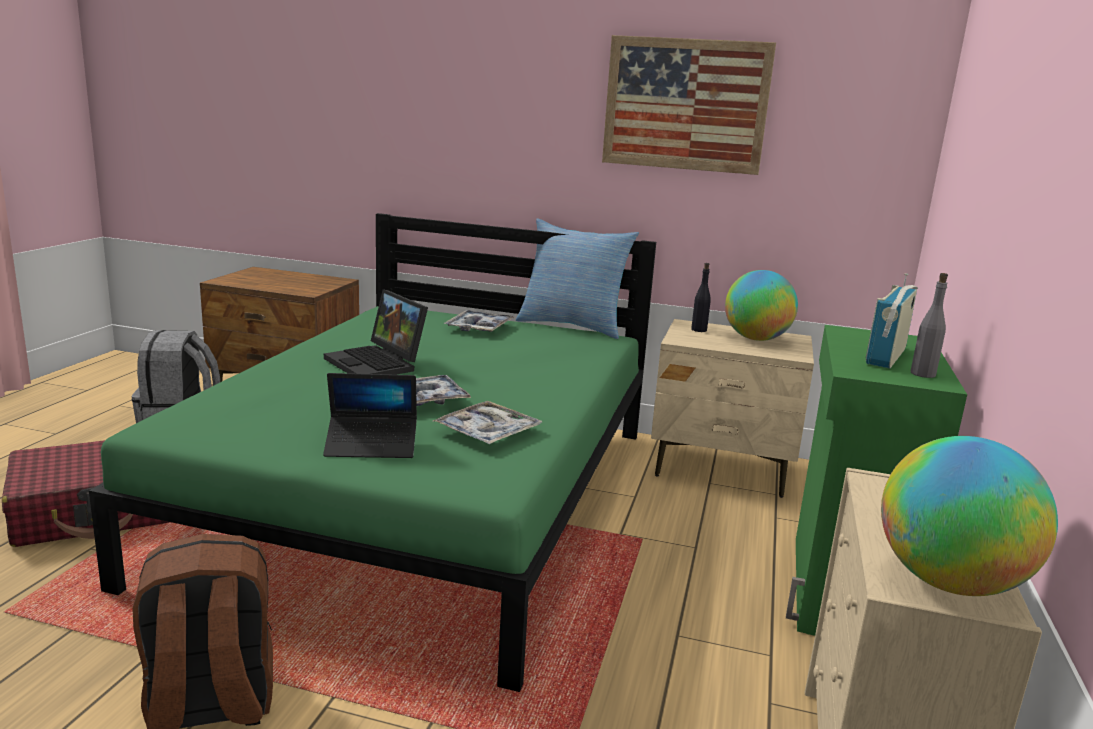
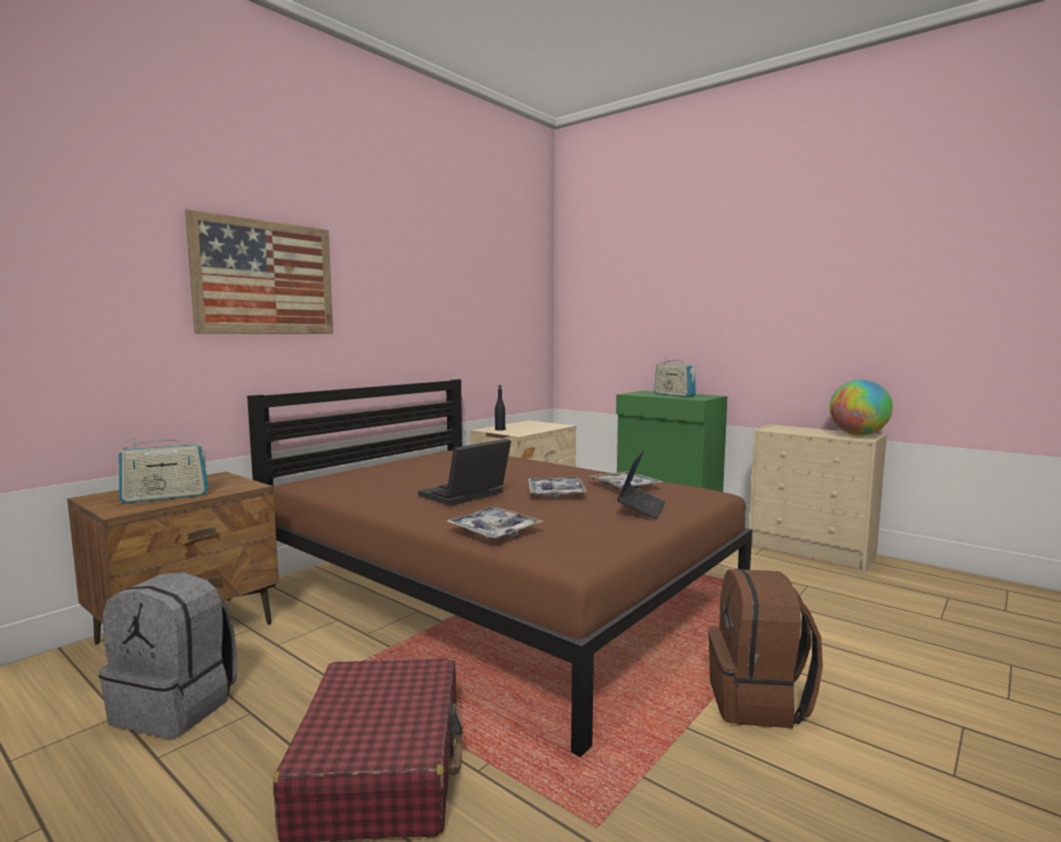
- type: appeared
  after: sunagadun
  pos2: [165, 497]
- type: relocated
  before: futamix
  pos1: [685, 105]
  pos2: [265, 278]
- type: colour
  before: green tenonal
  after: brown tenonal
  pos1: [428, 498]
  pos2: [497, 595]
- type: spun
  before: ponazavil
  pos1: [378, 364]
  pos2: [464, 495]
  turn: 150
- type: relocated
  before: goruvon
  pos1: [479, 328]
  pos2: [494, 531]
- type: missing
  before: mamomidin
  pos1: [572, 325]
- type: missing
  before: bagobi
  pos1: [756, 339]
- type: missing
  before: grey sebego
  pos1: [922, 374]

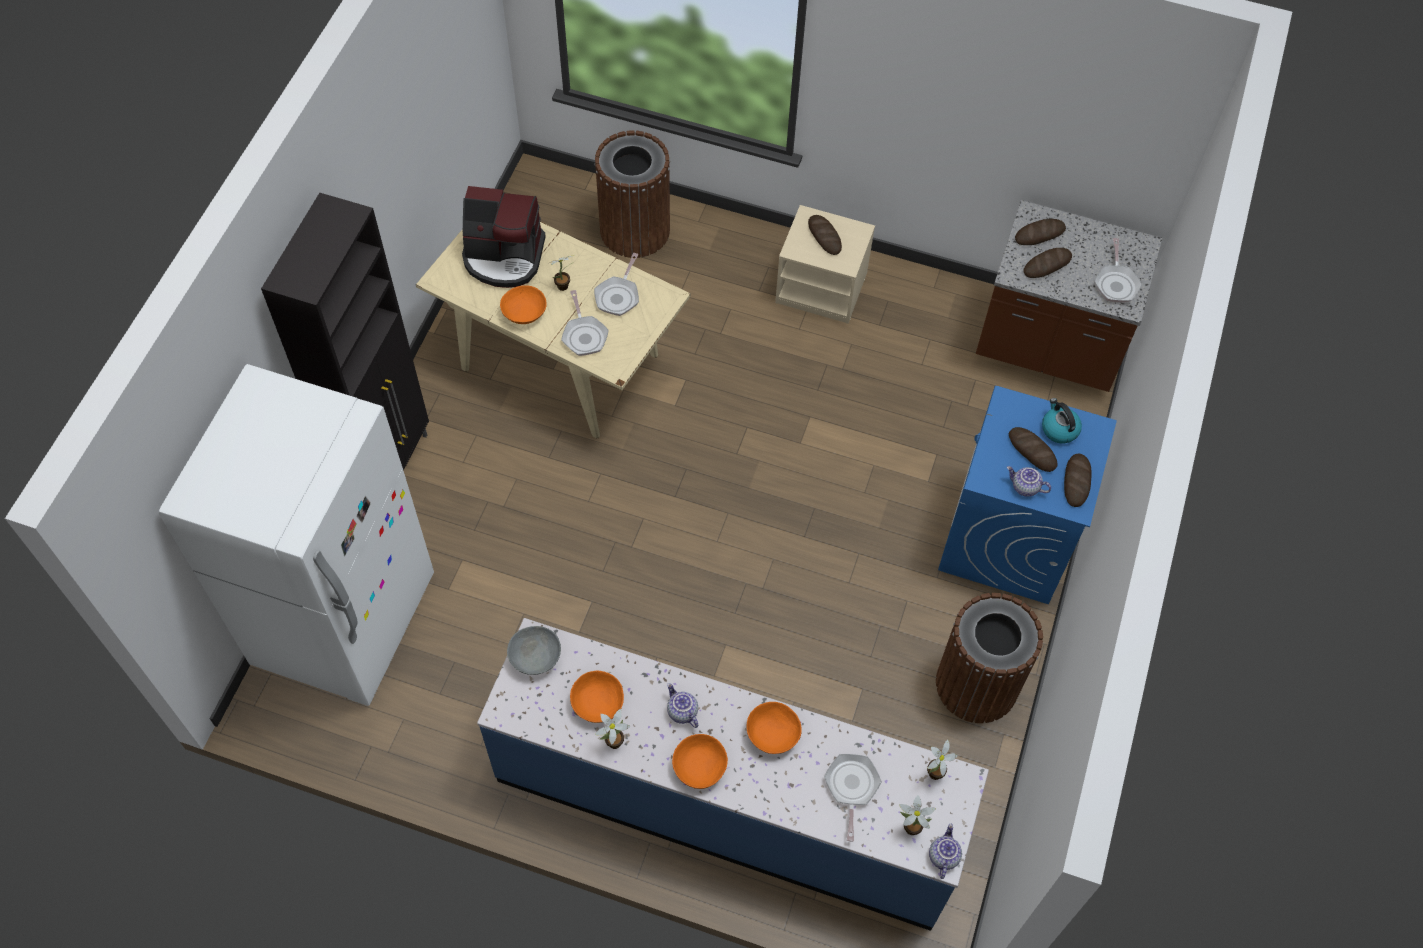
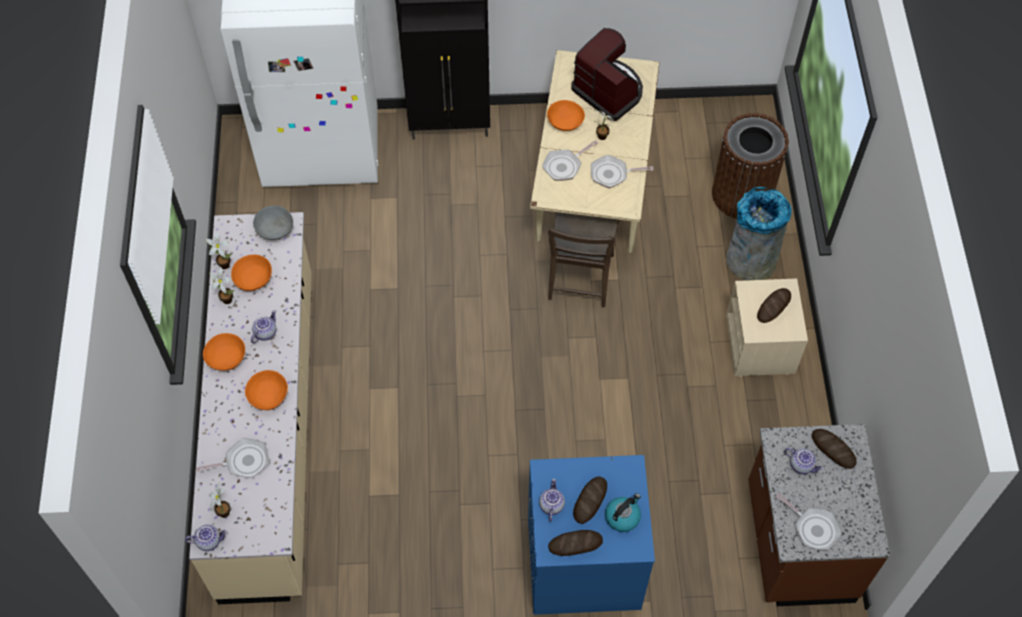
- type: colour
  before: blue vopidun
  after: beige vopidun
  pos1: [727, 804]
  pos2: [271, 432]
- type: relocated
  before: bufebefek
  pos1: [933, 774]
  pos2: [223, 264]
- type: appeared
  after: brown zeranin
  pos2: [579, 281]
- type: spun
  before: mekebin
  pos1: [504, 257]
  pos2: [609, 91]
  turn: 150
- type: appeared
  after: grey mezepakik
  pos2: [750, 260]
- type: spun
  before: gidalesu
  pos1: [1116, 283]
  pos2: [813, 528]
  turn: -120
- type: exchanged
  before: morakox
  after: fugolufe
  pos1: [1047, 265]
  pos2: [802, 465]
- type: missing
  before: brown mezepakik
  pos1: [976, 684]

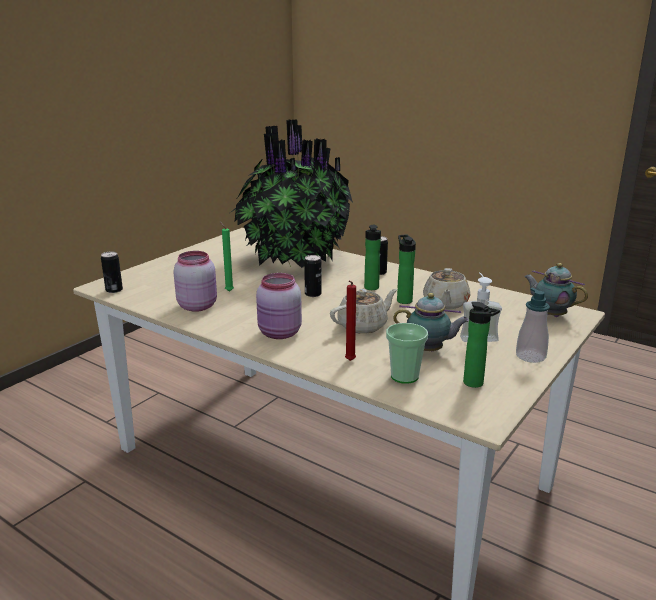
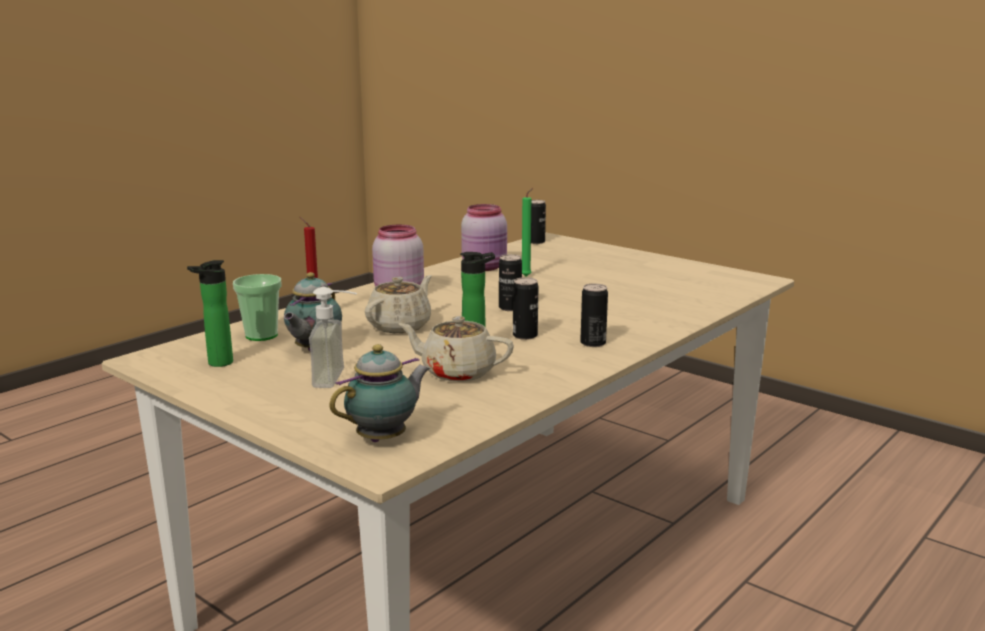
- type: spun
  before: beige fugolufe
  pos1: [363, 326]
  pos2: [400, 326]
  turn: -120
- type: exchanged
  before: sebego
  after: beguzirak
  pos1: [371, 288]
  pos2: [525, 336]
- type: missing
  before: bufebefek
  pos1: [292, 260]
- type: missing
  before: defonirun
  pos1: [530, 356]

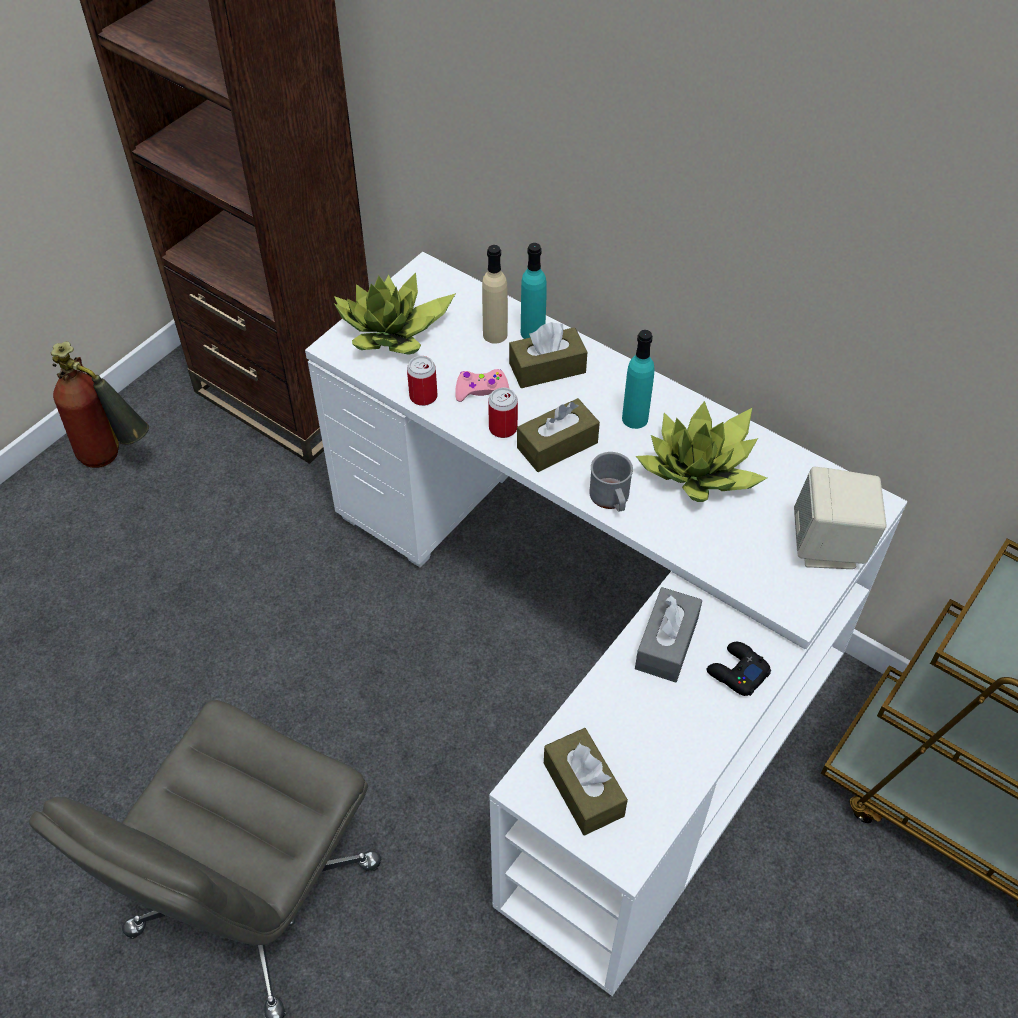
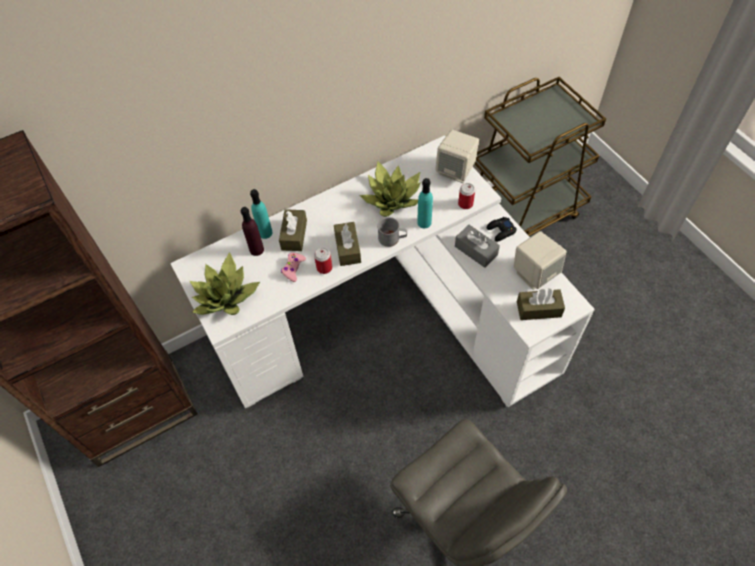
- type: colour
  before: beige sebego
  after: purple sebego
  pos1: [495, 334]
  pos2: [256, 249]
- type: relocated
  before: turquoise sebego
  pos1: [635, 418]
  pos2: [424, 222]
- type: relocated
  before: beguzirak
  pos1: [423, 396]
  pos2: [465, 204]
- type: appeared
  after: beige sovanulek
  pos2: [534, 273]
- type: missing
  before: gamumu
  pos1: [115, 459]

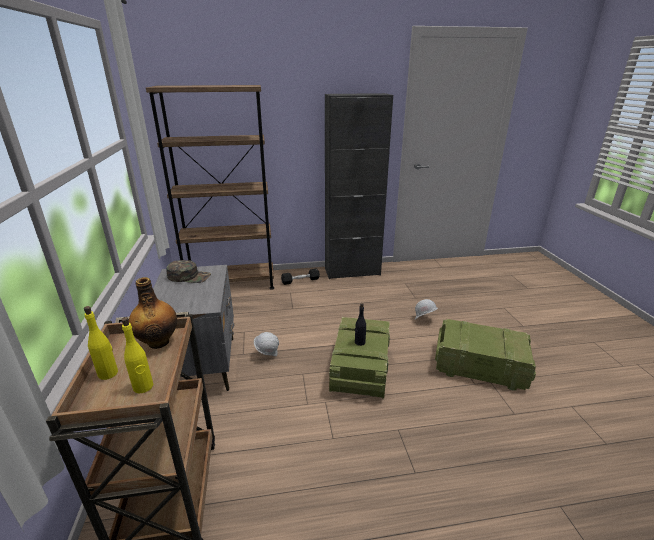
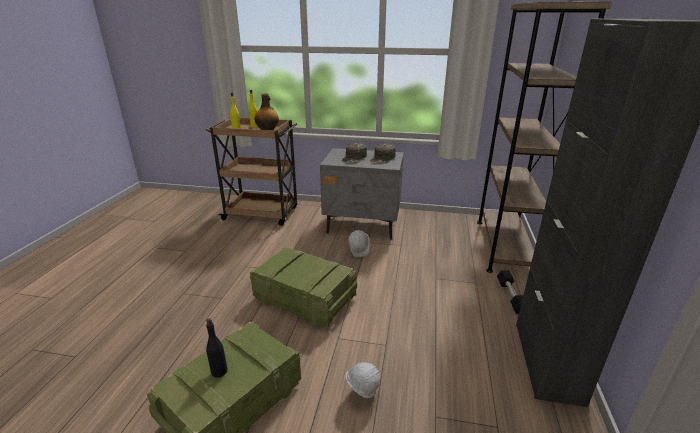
- type: relocated
  before: black sebego
  pos1: [359, 342]
  pos2: [219, 371]
- type: appeared
  after: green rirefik
  pos2: [354, 158]

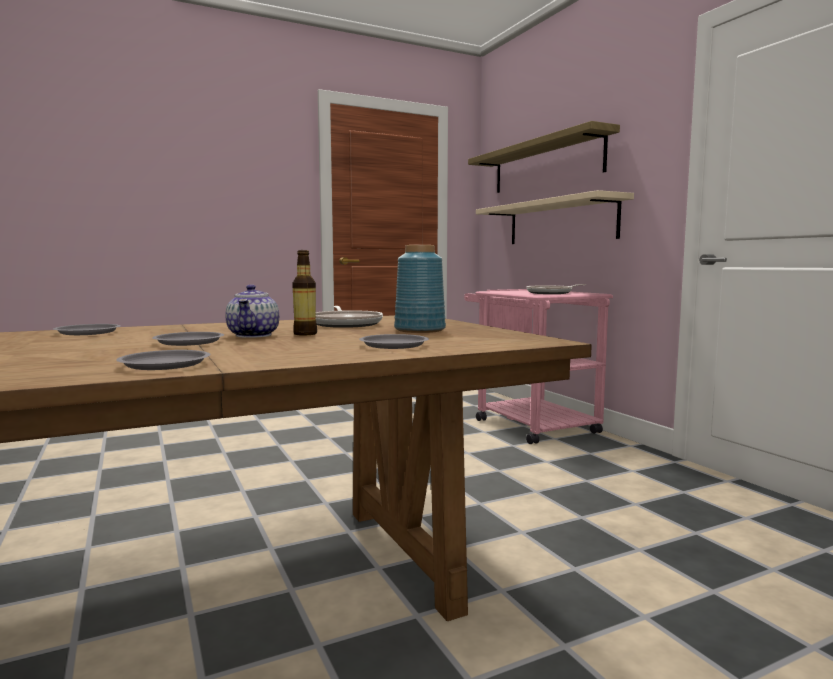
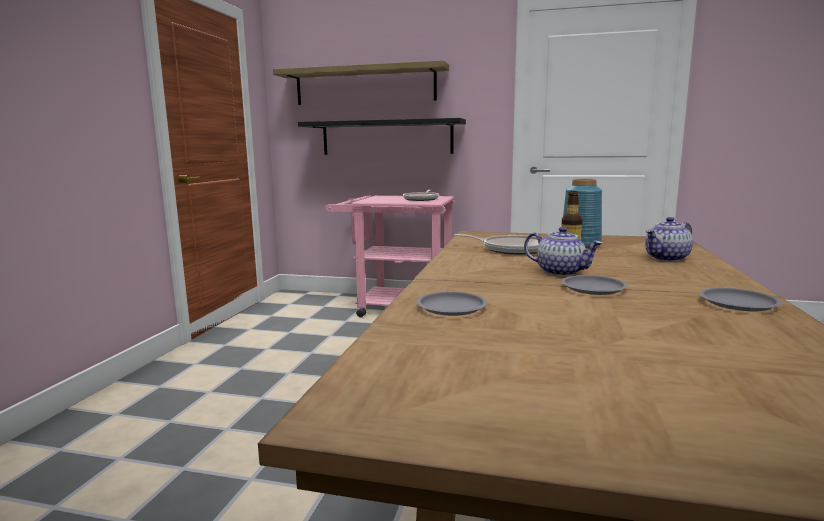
- type: colour
  before: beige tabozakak
  after: black tabozakak
  pos1: [560, 222]
  pos2: [386, 137]
- type: exchanged
  before: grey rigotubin
  after: fugolufe
  pos1: [394, 345]
  pos2: [667, 258]

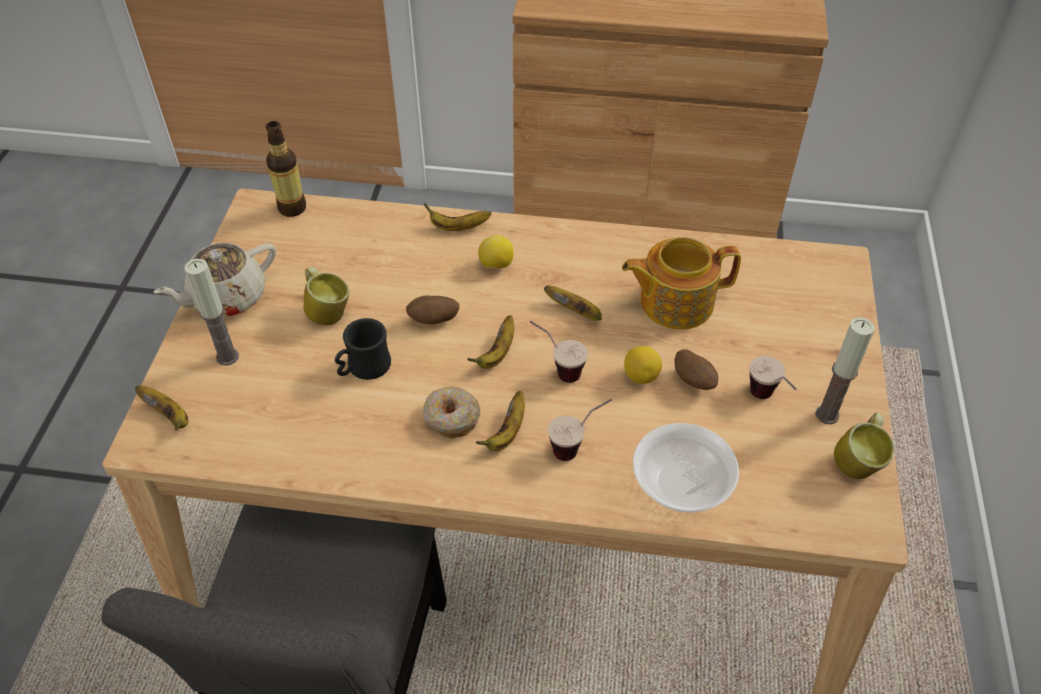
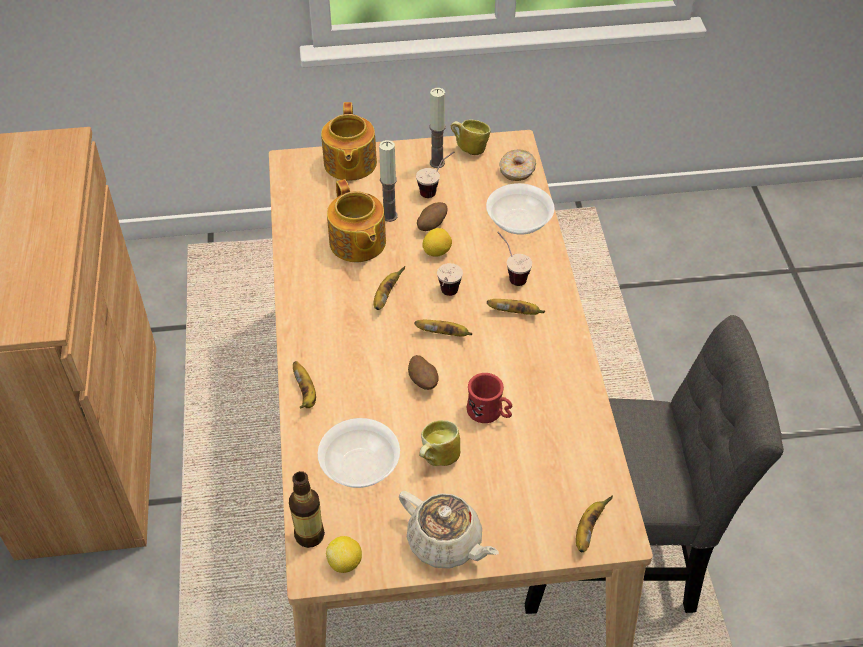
- type: appeared
  after: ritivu
  pos2: [360, 466]
- type: appeared
  after: fugolufe
  pos2: [349, 164]
- type: relocated
  before: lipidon
  pos1: [496, 265]
  pos2: [345, 562]
- type: relocated
  before: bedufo
  pos1: [227, 357]
  pos2: [389, 216]
- type: colour
  before: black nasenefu
  after: red nasenefu
  pos1: [363, 368]
  pos2: [489, 413]
- type: relocated
  before: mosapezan
  pos1: [451, 418]
  pos2: [517, 171]

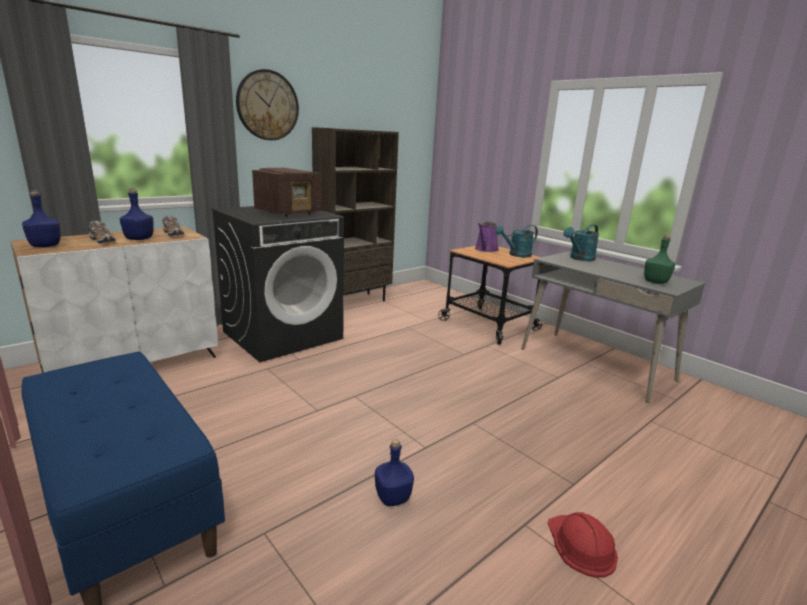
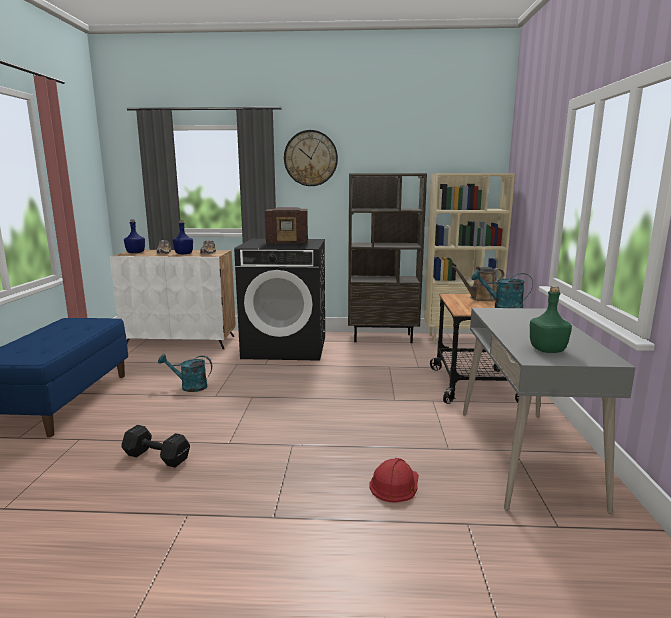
- type: exchanged
  before: blue sebego
  after: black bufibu
  pos1: [392, 497]
  pos2: [156, 457]
- type: relocated
  before: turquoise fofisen
  pos1: [579, 258]
  pos2: [189, 387]
- type: relocated
  before: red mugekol
  pos1: [580, 545]
  pos2: [395, 484]
- type: appeared
  after: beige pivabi
  pos2: [460, 339]
- type: colour
  before: purple fofisen
  after: brown fofisen
  pos1: [485, 250]
  pos2: [481, 298]

